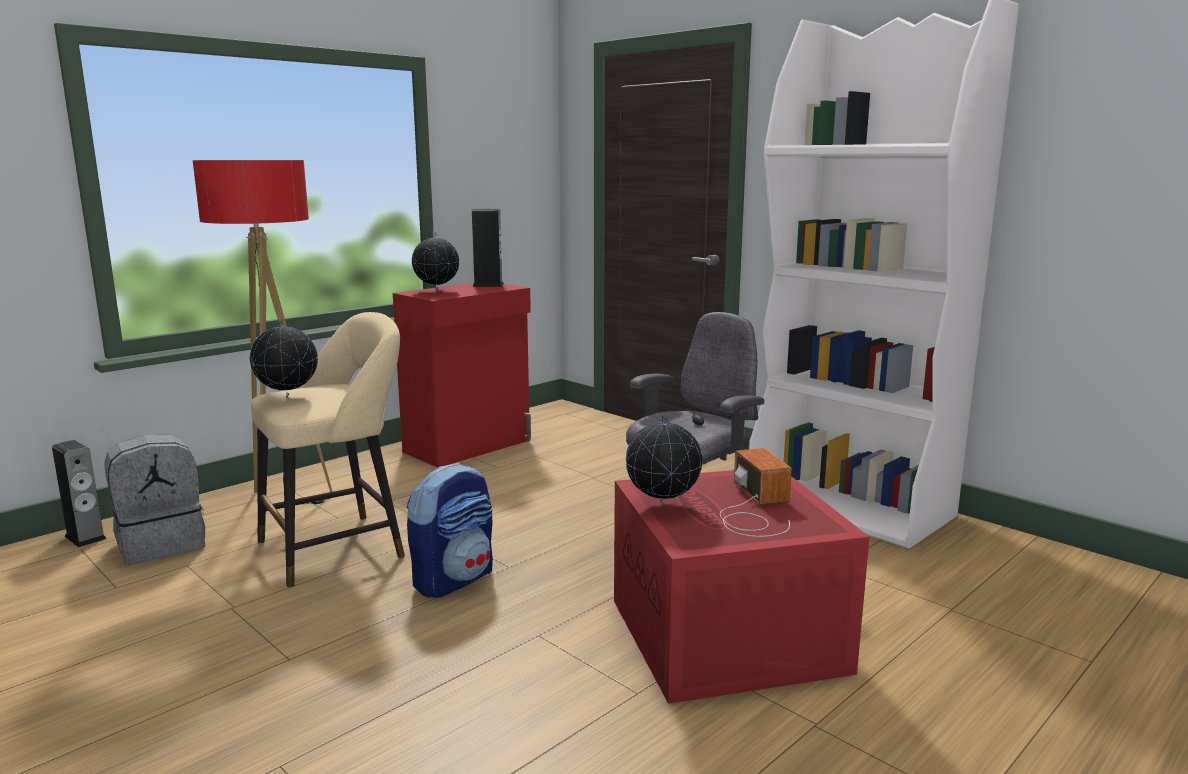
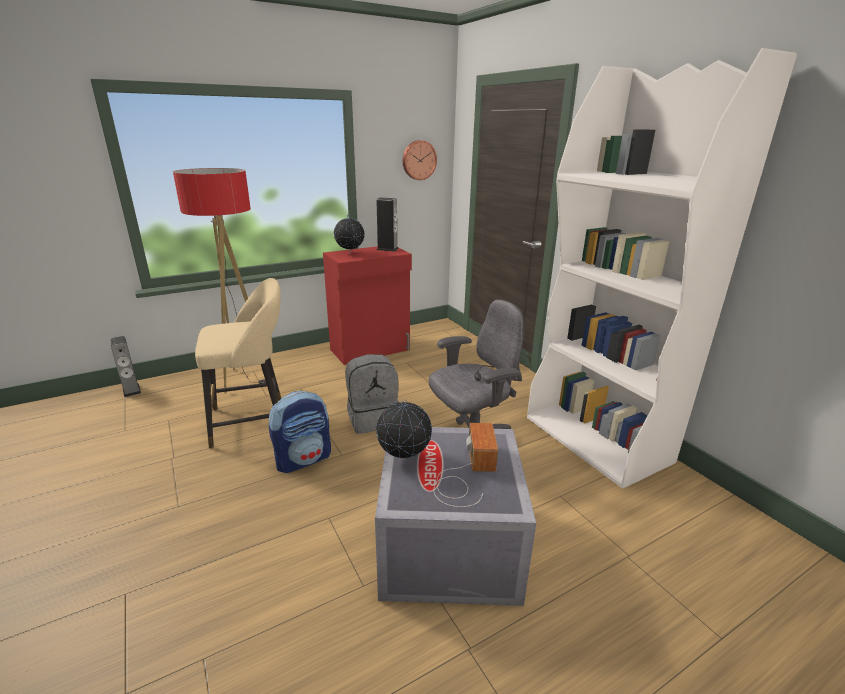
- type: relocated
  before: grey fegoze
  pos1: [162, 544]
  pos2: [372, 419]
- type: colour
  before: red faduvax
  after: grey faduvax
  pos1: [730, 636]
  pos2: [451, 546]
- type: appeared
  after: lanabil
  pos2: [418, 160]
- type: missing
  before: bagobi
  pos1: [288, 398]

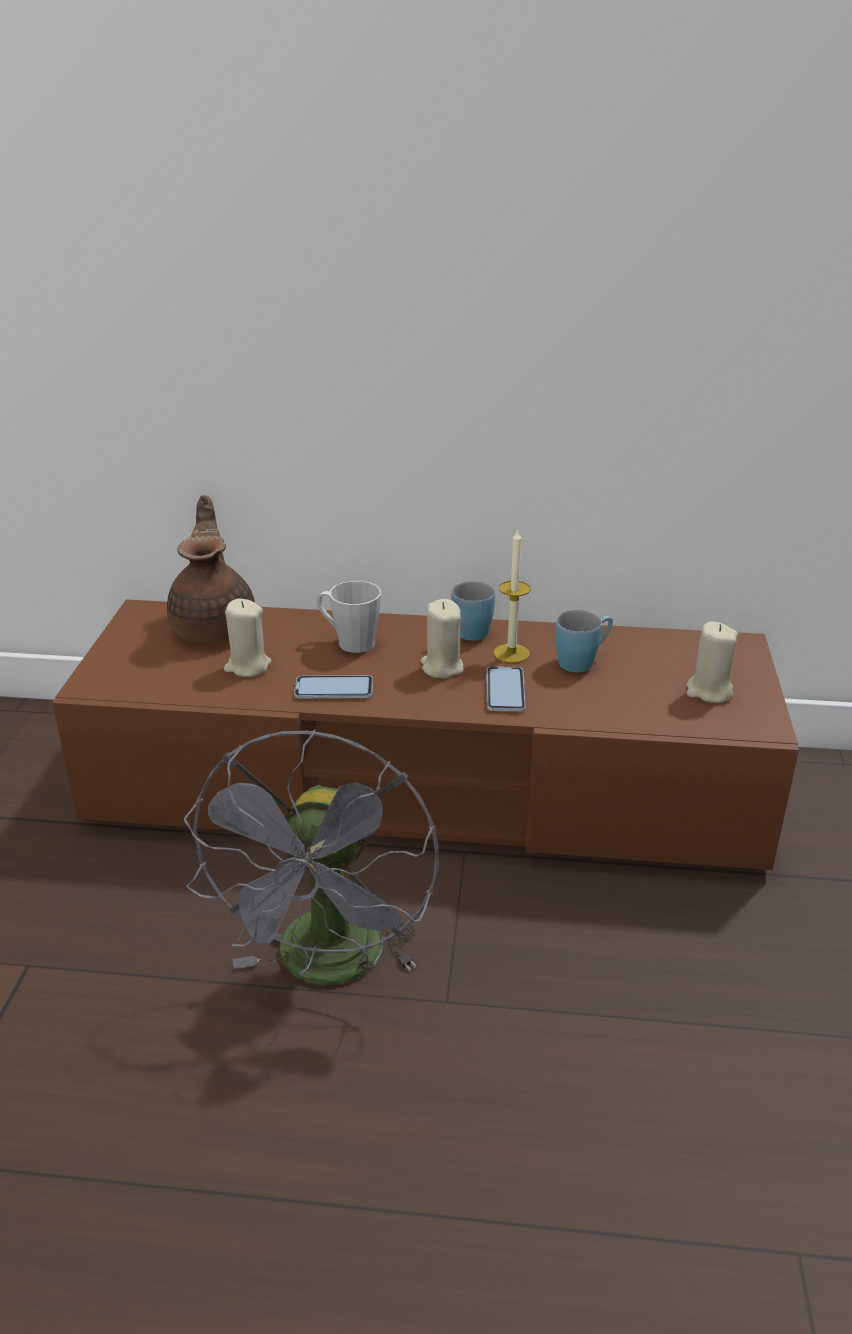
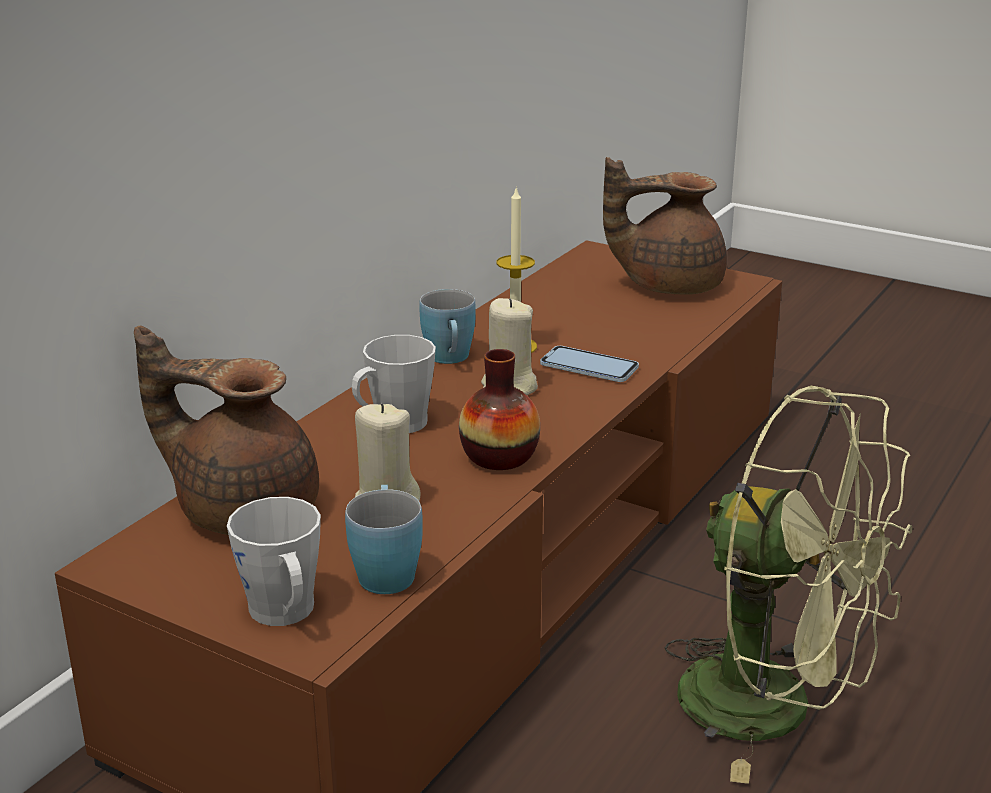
- type: appeared
  after: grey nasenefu
  pos2: [285, 614]
- type: relocated
  before: blue nasenefu
  pos1: [582, 661]
  pos2: [386, 569]
- type: exchanged
  before: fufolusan
  after: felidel
  pos1: [334, 689]
  pos2: [499, 456]
- type: exchanged
  before: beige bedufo
  after: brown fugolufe
  pos1: [709, 691]
  pos2: [667, 285]
- type: colour
  before: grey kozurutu
  after: green kozurutu
  pos1: [329, 968]
  pos2: [774, 709]

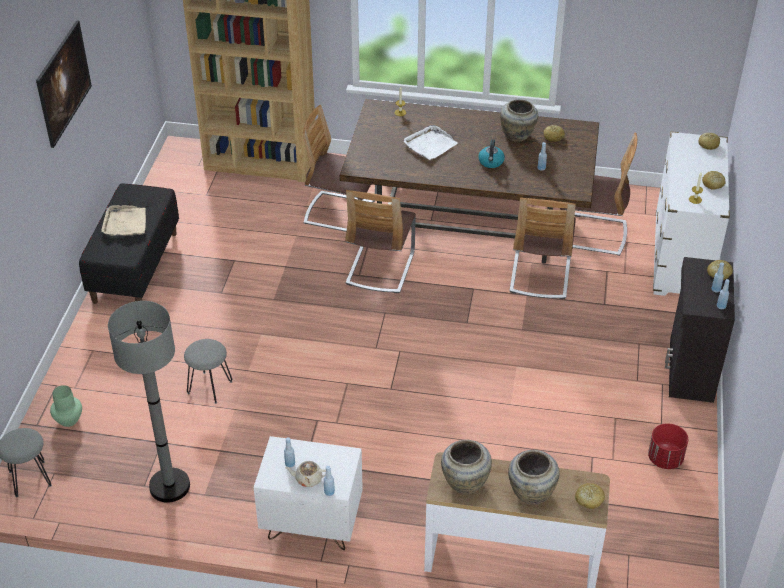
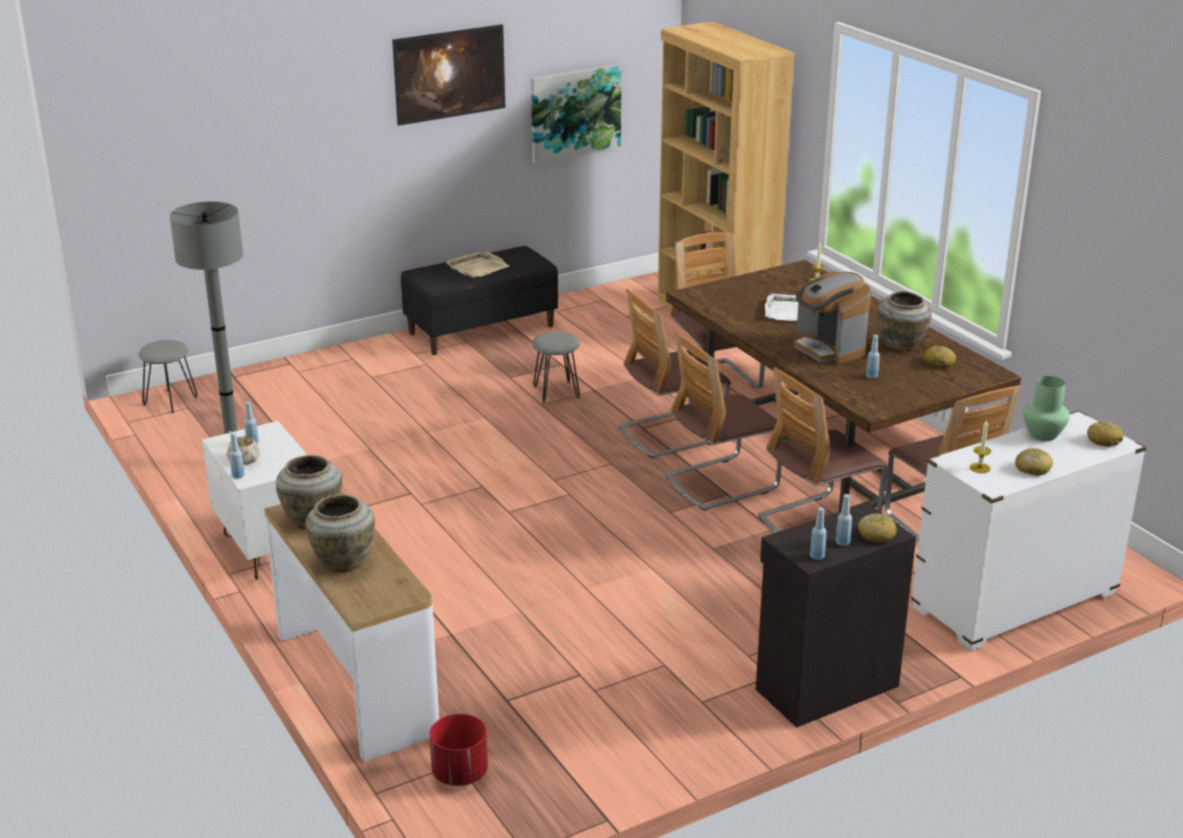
- type: relocated
  before: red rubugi
  pos1: [665, 459]
  pos2: [459, 774]
- type: appeared
  after: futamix
  pos2: [575, 113]
- type: relocated
  before: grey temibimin
  pos1: [209, 387]
  pos2: [556, 391]
- type: appeared
  after: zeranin
  pos2: [721, 483]
- type: exchanged
  before: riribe
  after: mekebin
  pos1: [491, 162]
  pos2: [828, 349]
- type: relocated
  before: green felidel
  pos1: [68, 420]
  pos2: [1042, 434]
- type: missing
  before: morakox
  pos1: [589, 499]

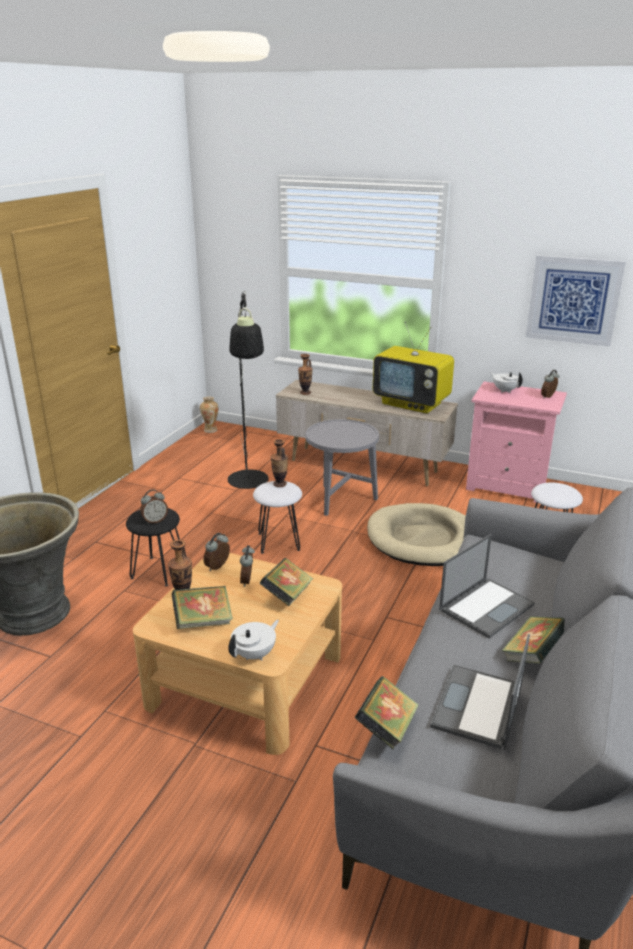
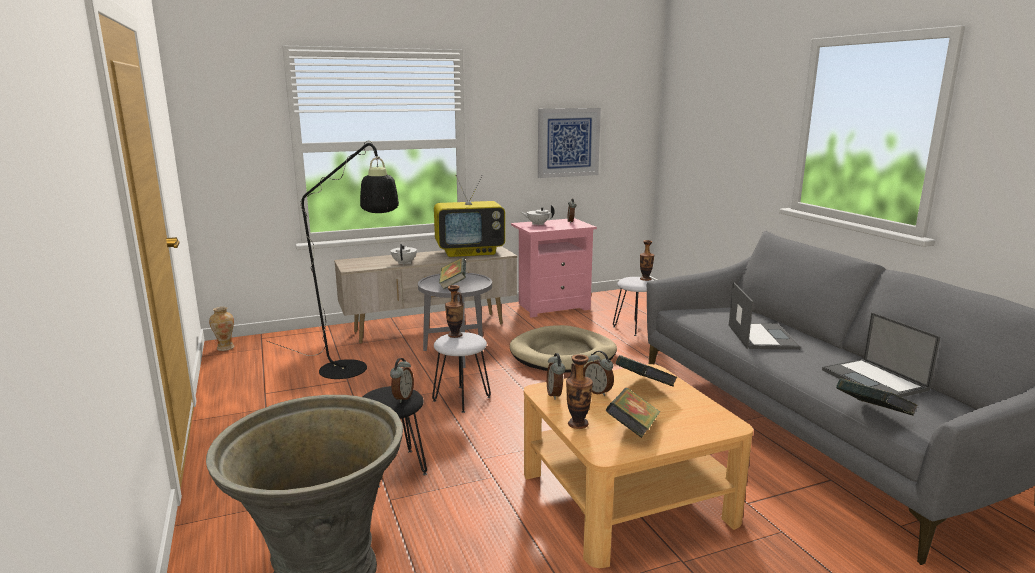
- type: relocated
  before: white fugolufe
  pos1: [255, 654]
  pos2: [404, 263]
- type: relocated
  before: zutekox
  pos1: [532, 654]
  pos2: [453, 284]
- type: relocated
  before: felidel
  pos1: [305, 393]
  pos2: [645, 279]

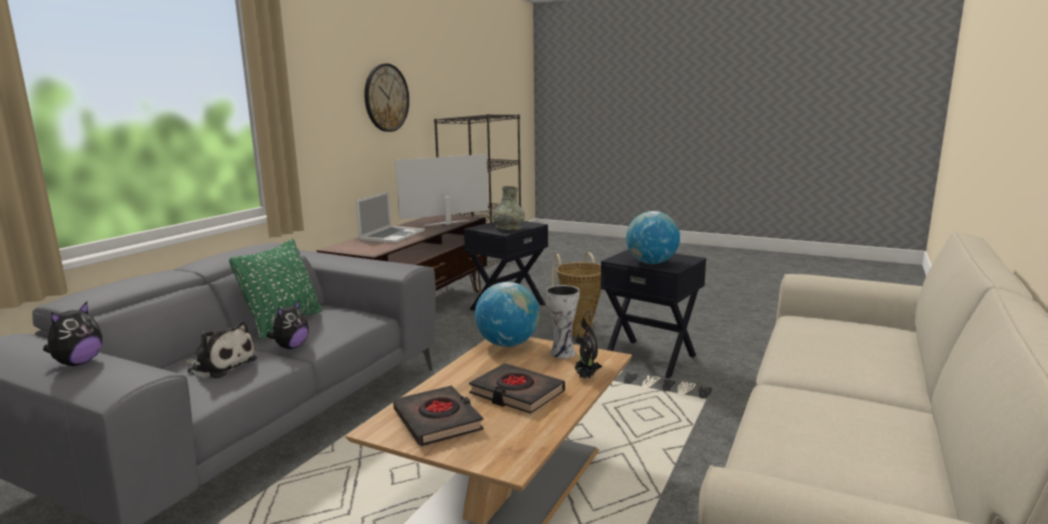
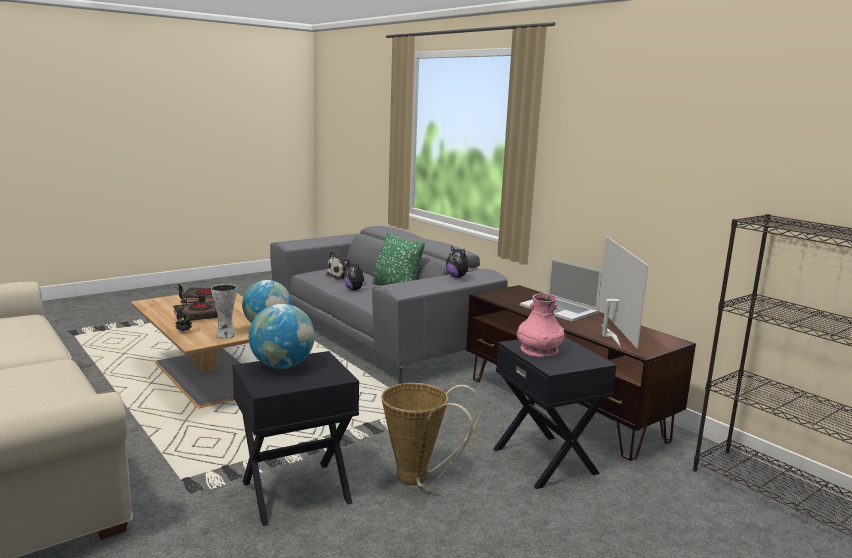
- type: relocated
  before: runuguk
  pos1: [78, 363]
  pos2: [457, 277]
- type: colour
  before: grey felidel
  after: pink felidel
  pos1: [508, 228]
  pos2: [538, 350]
- type: missing
  before: lanabil
  pos1: [386, 98]

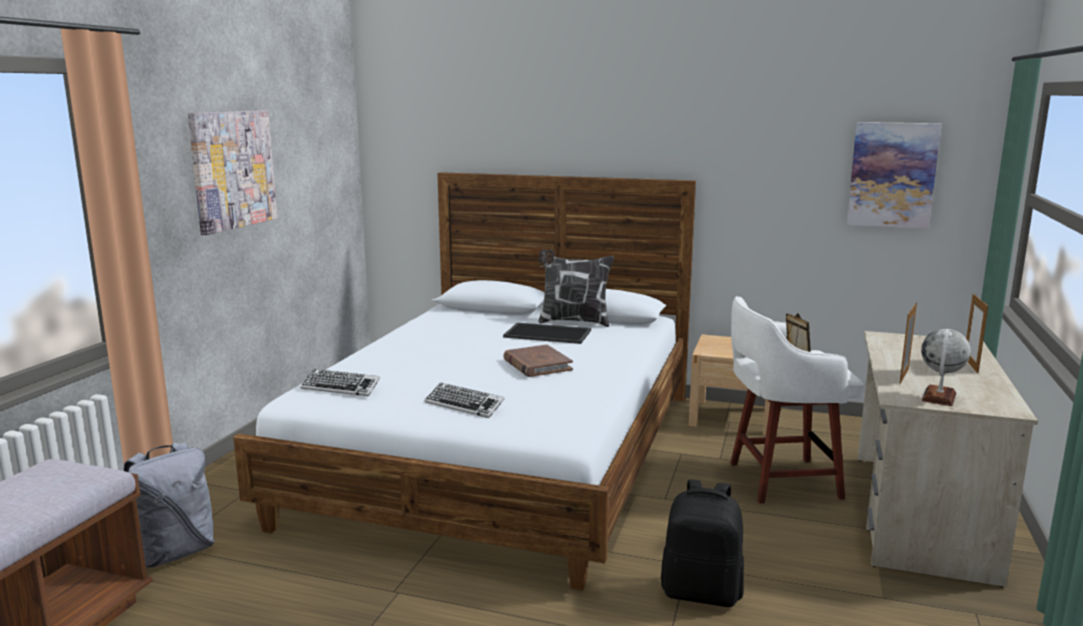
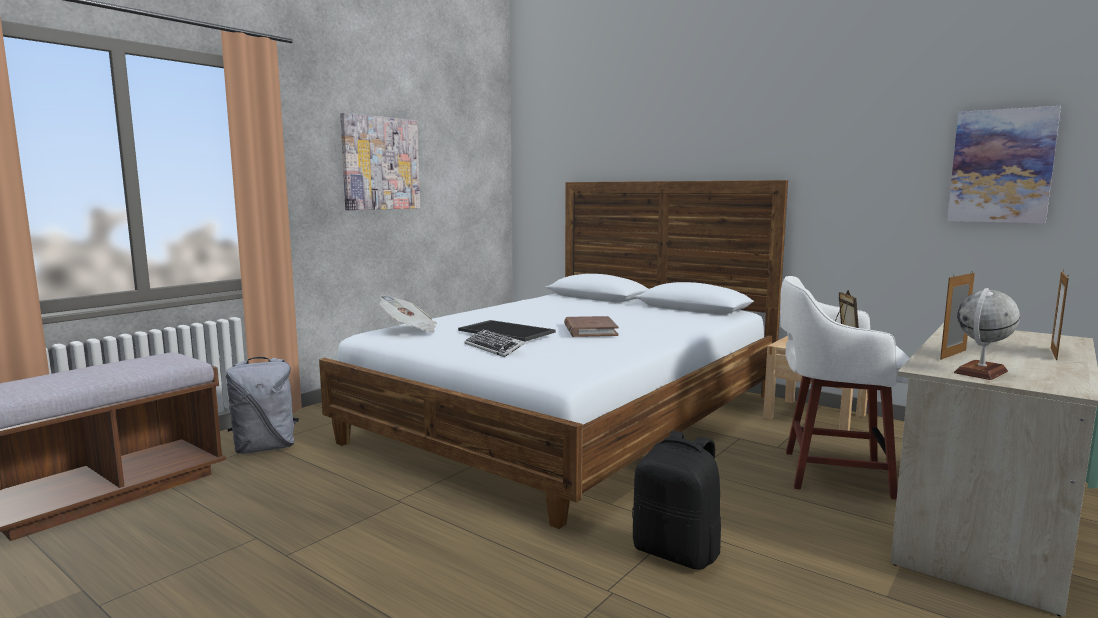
- type: exchanged
  before: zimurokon
  after: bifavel
  pos1: [340, 388]
  pos2: [410, 329]
- type: relocated
  before: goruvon
  pos1: [549, 333]
  pos2: [508, 331]
- type: missing
  before: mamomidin
  pos1: [573, 322]

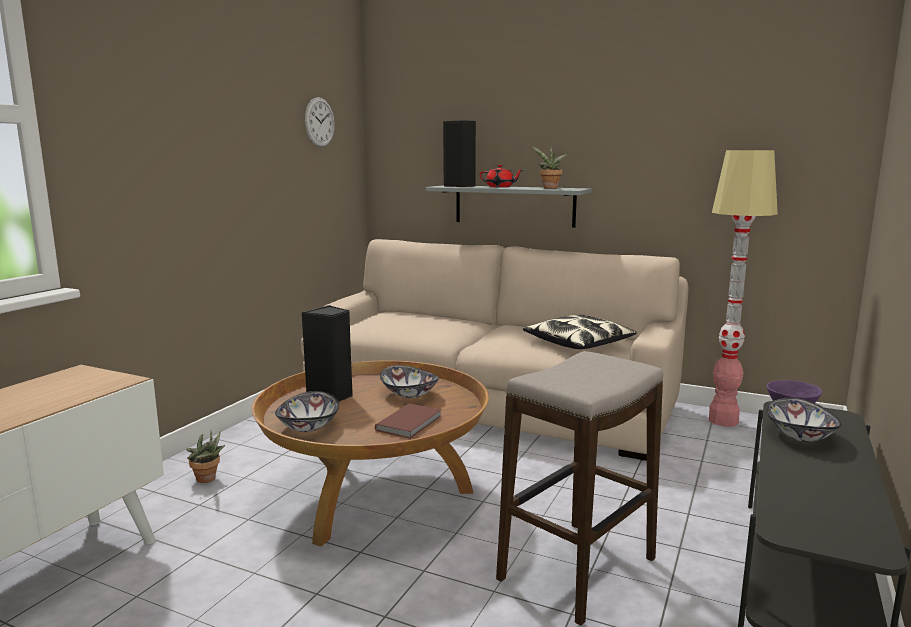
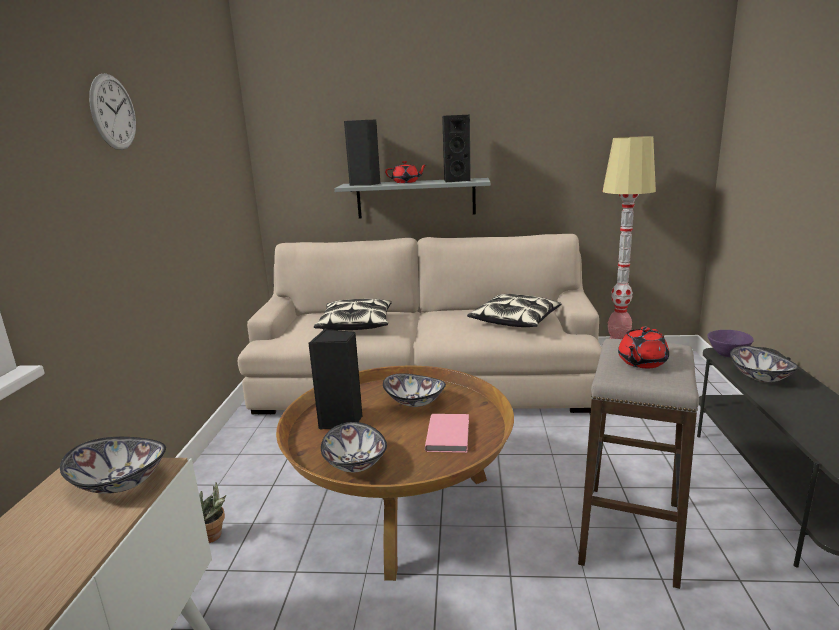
- type: appeared
  after: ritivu
  pos2: [119, 483]
- type: relocated
  before: lanabil
  pos1: [319, 122]
  pos2: [113, 112]
- type: appeared
  after: mamomidin
  pos2: [356, 324]
- type: colour
  before: brown zutekox
  after: pink zutekox
  pos1: [411, 423]
  pos2: [449, 434]
- type: exchanged
  before: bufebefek
  after: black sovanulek
  pos1: [549, 188]
  pos2: [455, 180]
- type: appeared
  after: red fugolufe
  pos2: [641, 362]

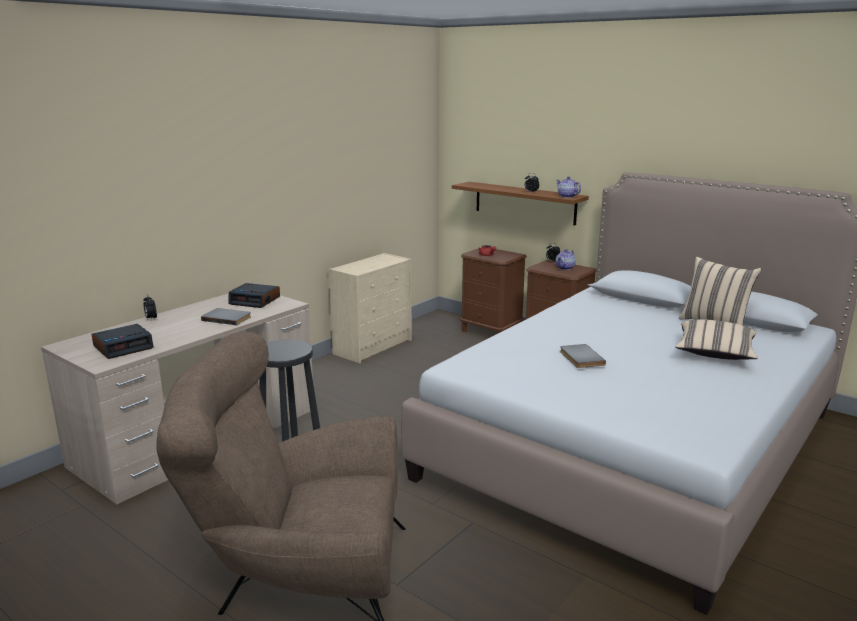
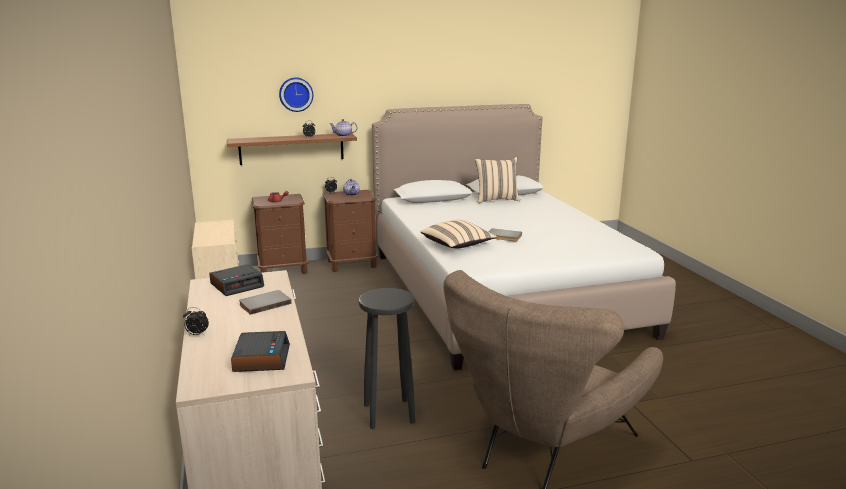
- type: appeared
  after: lanabil
  pos2: [296, 94]
- type: relocated
  before: beige mamomidin
  pos1: [714, 354]
  pos2: [457, 245]

